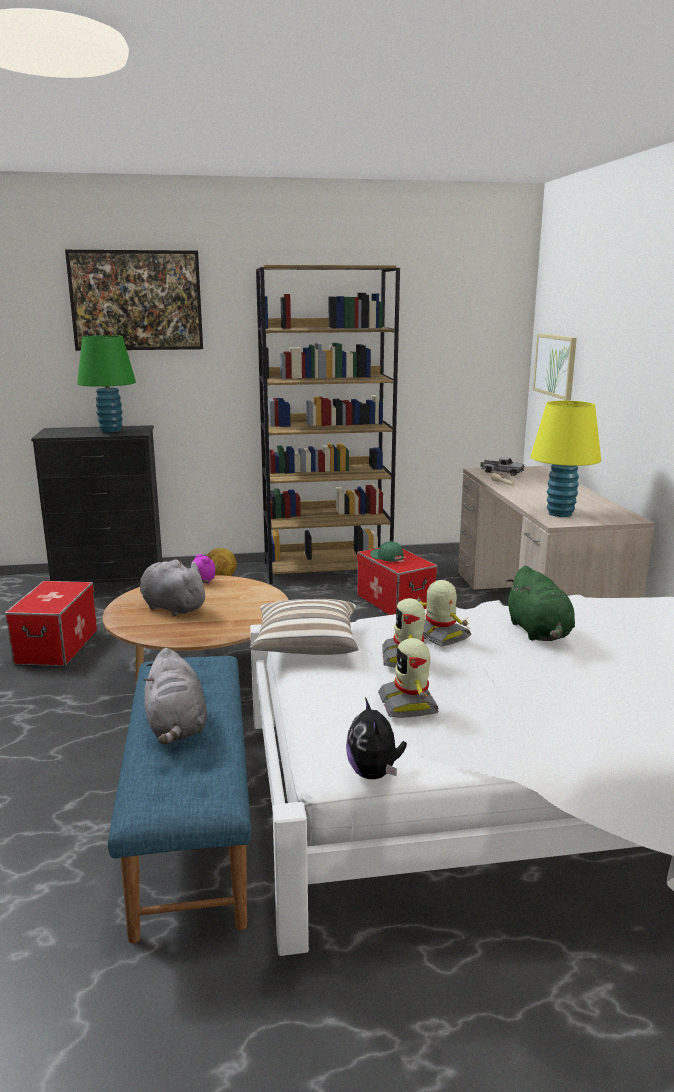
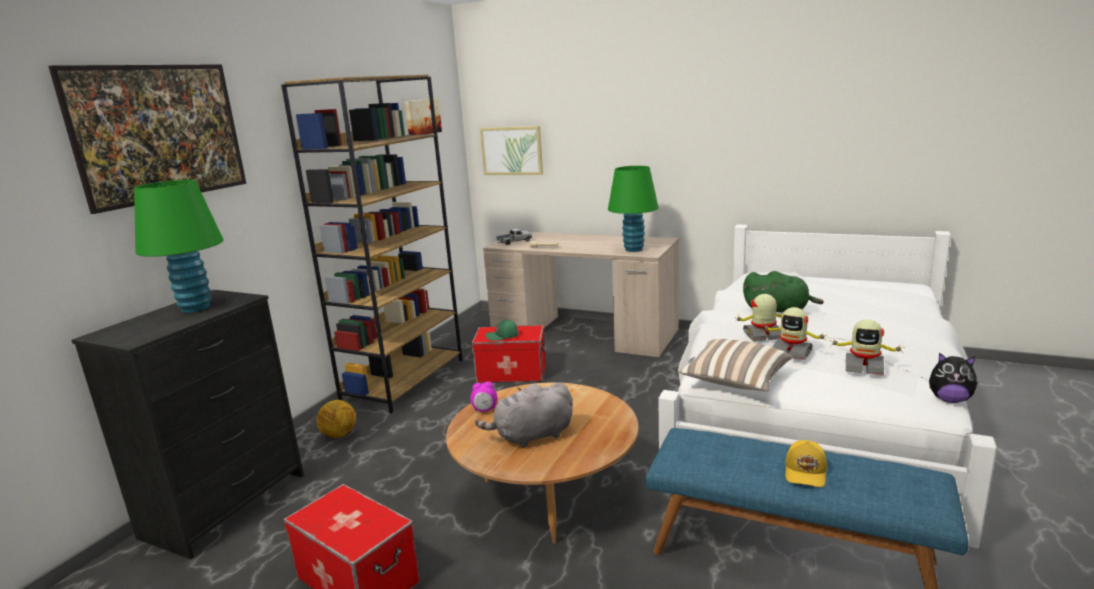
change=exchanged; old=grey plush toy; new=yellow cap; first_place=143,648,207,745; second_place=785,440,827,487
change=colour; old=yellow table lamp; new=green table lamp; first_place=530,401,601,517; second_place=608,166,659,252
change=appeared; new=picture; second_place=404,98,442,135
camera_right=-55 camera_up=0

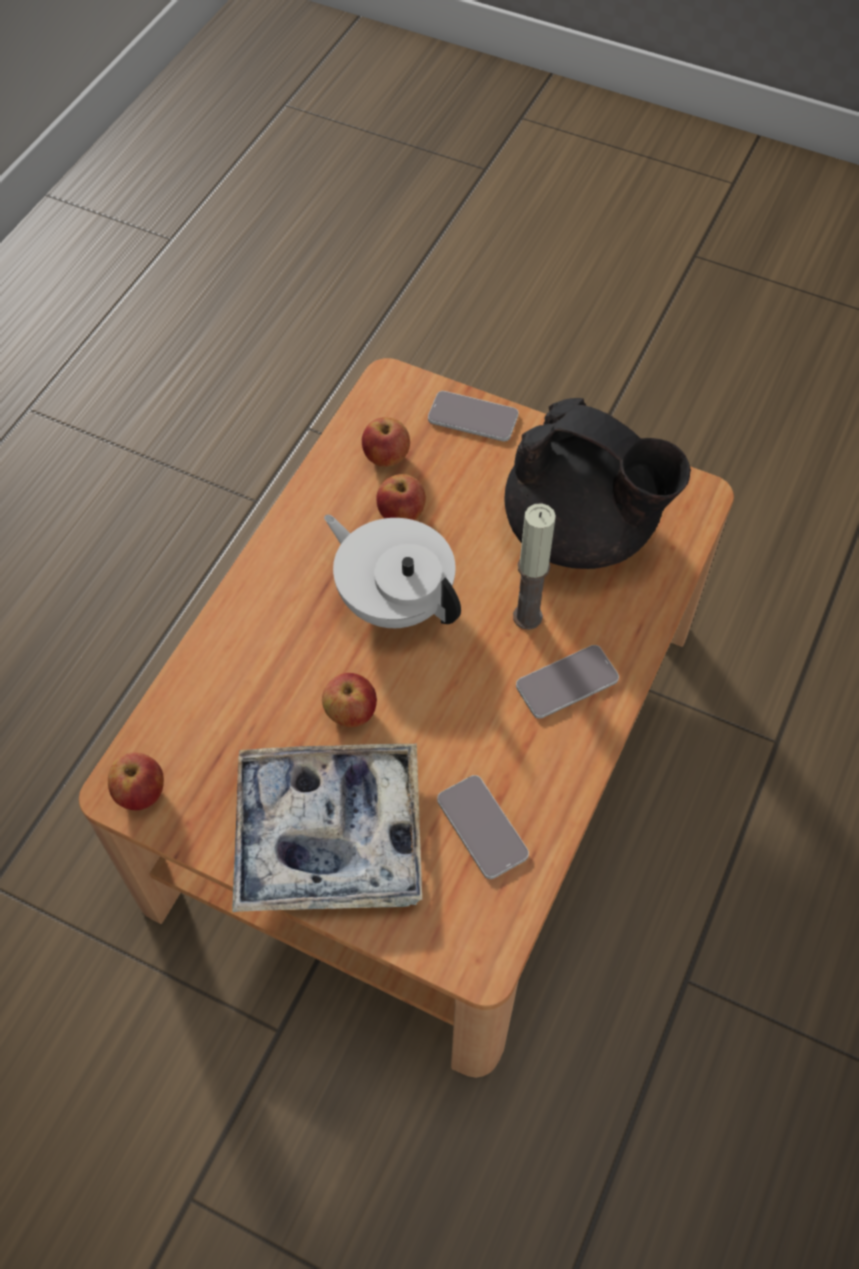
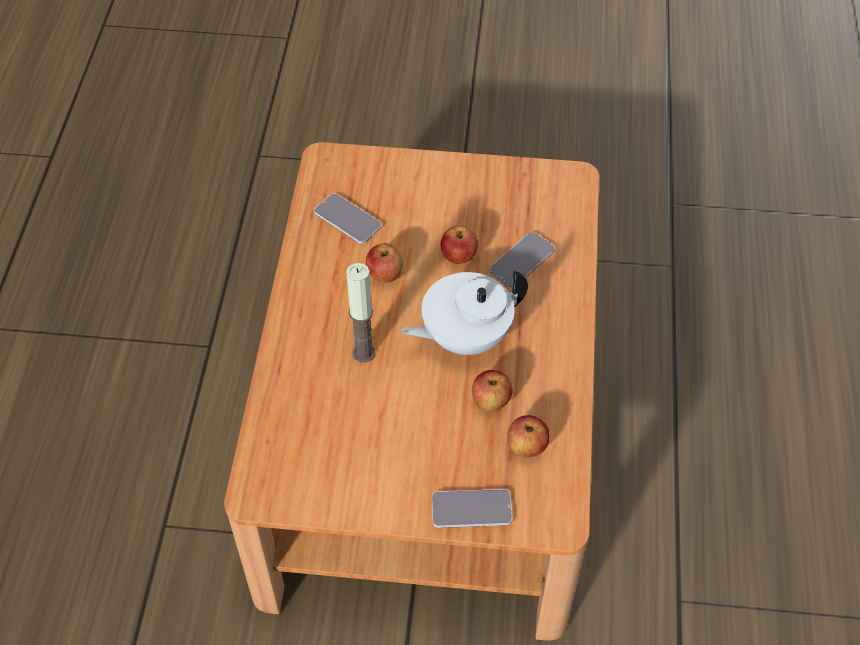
change=relocated; old=apple; first_place=108,753,164,810; second_place=366,243,403,283
change=missing; old=tray; first_place=232,744,422,912
change=spun; old=white teapot; first_place=324,515,461,628; second_place=400,271,528,355; degrees=135
change=missing; old=black teapot; first_place=505,398,691,569
change=relocated; old=phone; first_place=516,645,619,719; second_place=489,232,555,287
camera_right=160 camera_up=-5

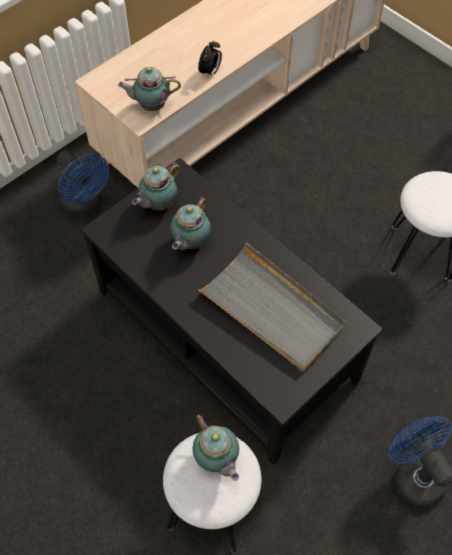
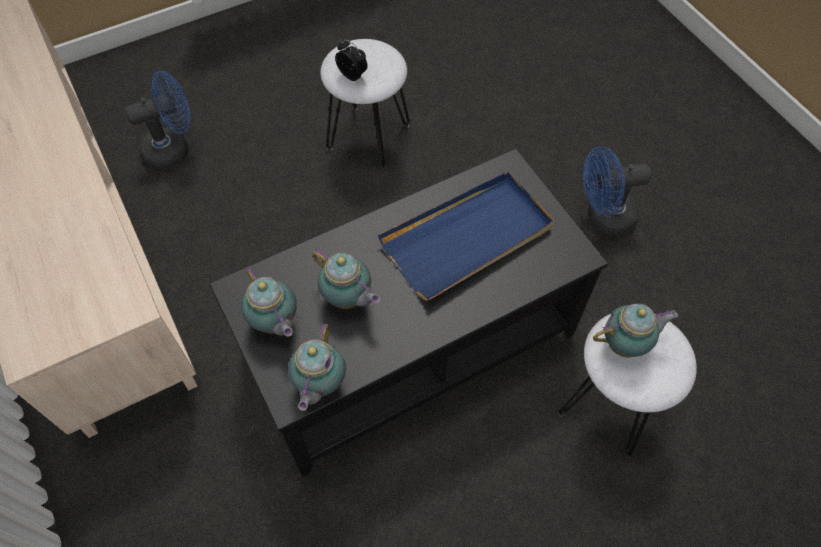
change=relocated; old=blue fan; first_place=57,150,109,215; second_place=124,71,191,169
change=relocated; old=teapot; first_place=118,67,181,111; second_place=288,324,346,411
change=colour; old=grey tray; new=blue tray; first_place=197,242,346,371; second_place=378,171,554,301
change=relocated; old=alarm clock; first_place=198,40,222,79; second_place=335,39,368,81
camera_right=-75 camera_up=0

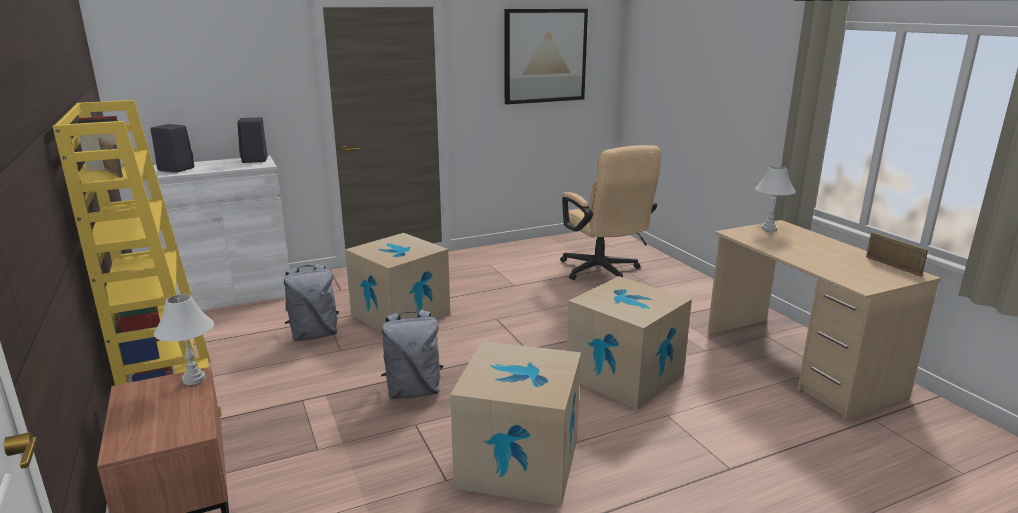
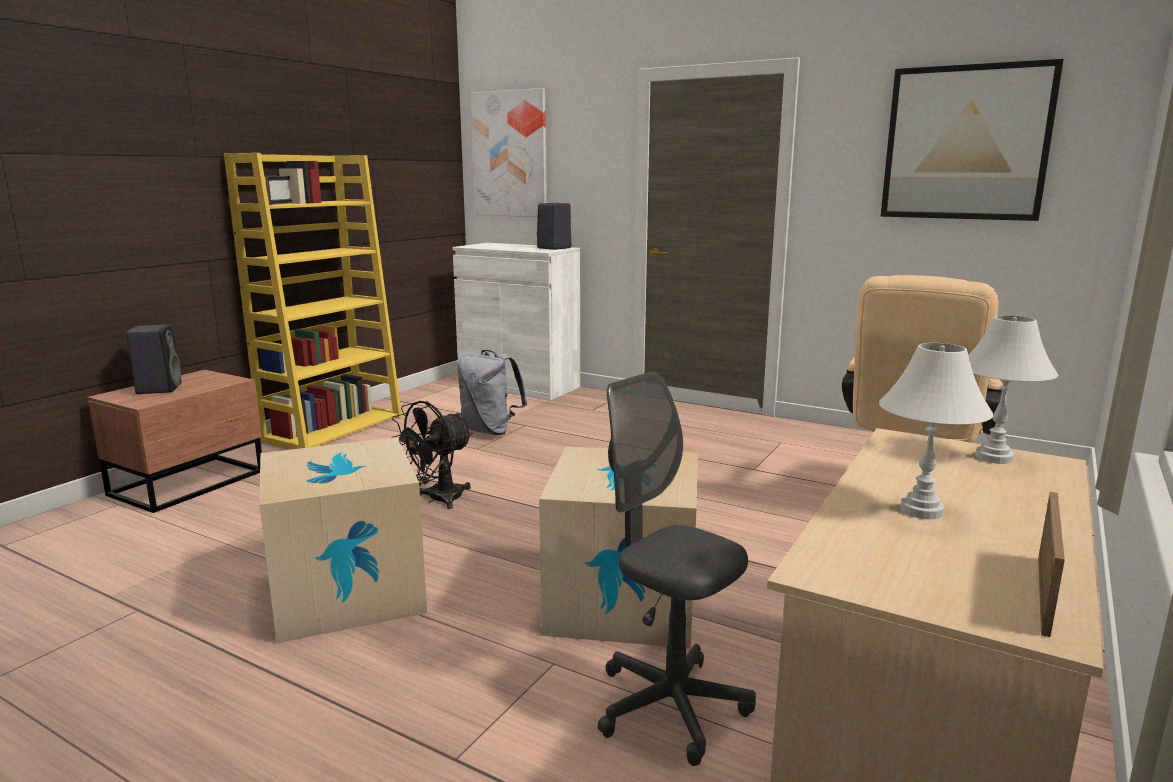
change=relocated; old=black speaker; first_place=150,124,194,173; second_place=126,325,181,394
change=relocated; old=white table lamp; first_place=154,294,214,385; second_place=879,343,993,519
change=missing; old=cardboard box; first_place=345,233,450,332
change=exchanged; old=grey backpack; new=black fan; first_place=381,310,444,399; second_place=391,401,473,509
change=appeared; new=picture; second_place=471,88,547,217
change=appeared; new=grey office chair; second_place=598,371,756,766
camera_right=55 camera_up=-5

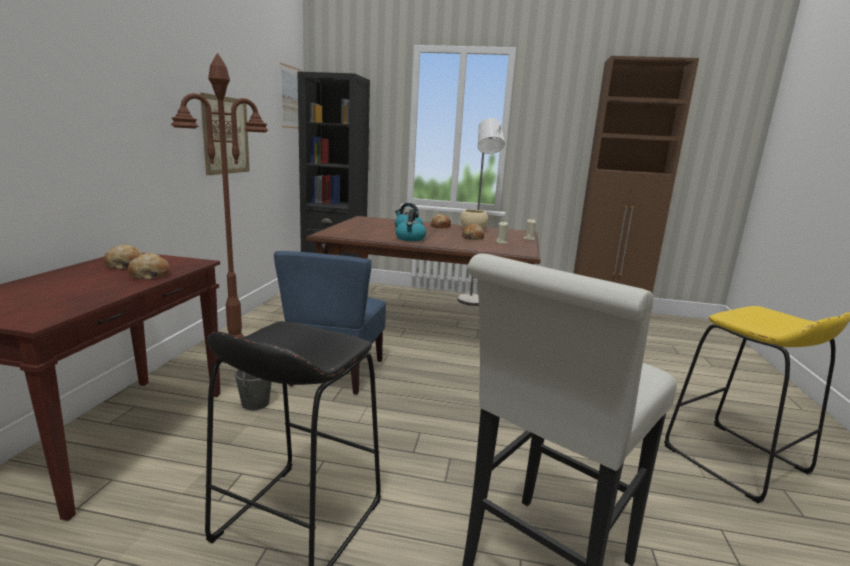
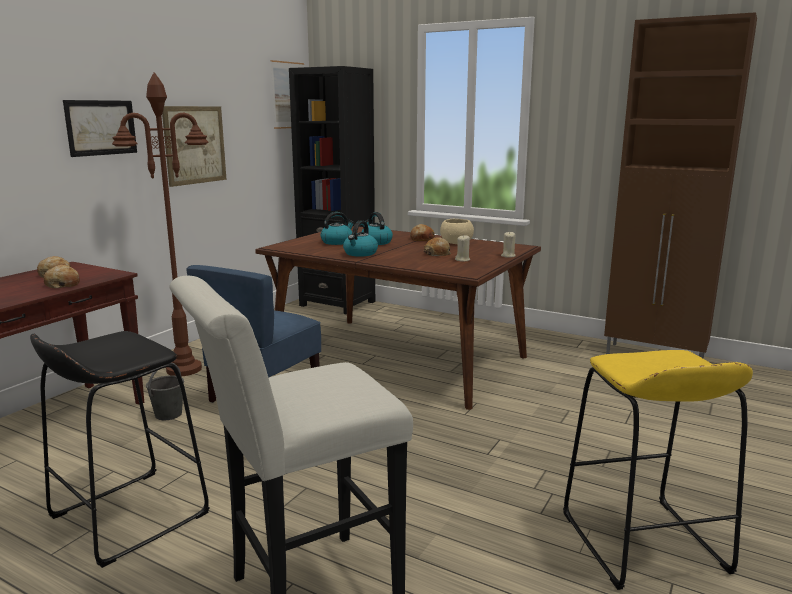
change=missing; old=grey floor lamp; first_place=458,118,505,306
change=appeared; new=picture; second_place=63,100,137,157
change=appeared; new=kettle; second_place=321,212,355,245
camera_right=20 camera_up=0

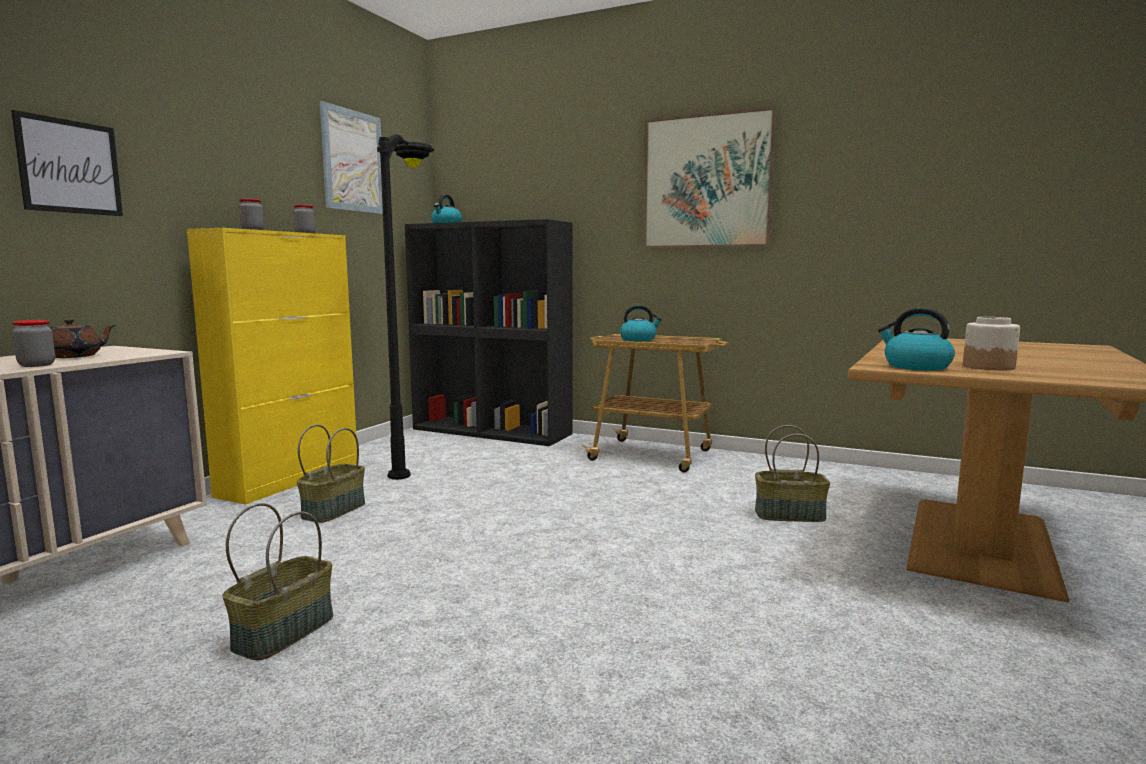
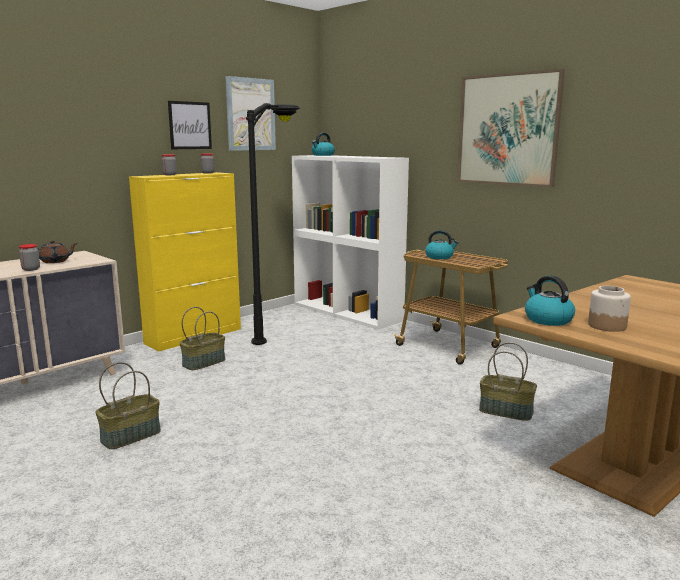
change=relocated; old=picture; first_place=11,110,123,216; second_place=168,101,212,149
change=colour; old=black bookcase; new=white bookcase; first_place=405,219,572,446; second_place=292,155,409,330
camera_right=20 camera_up=5

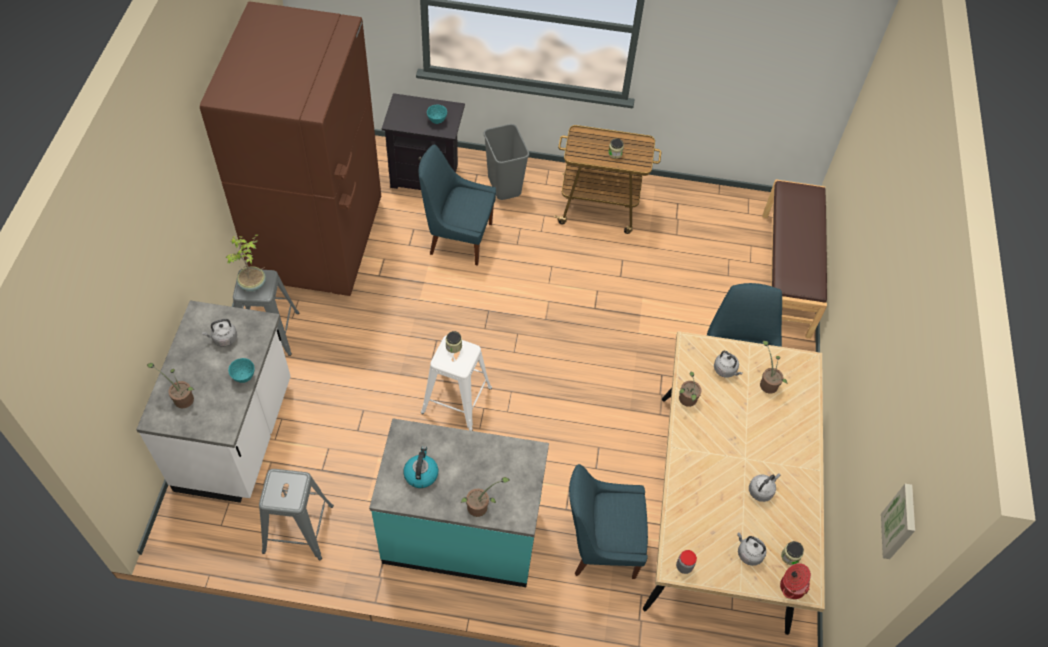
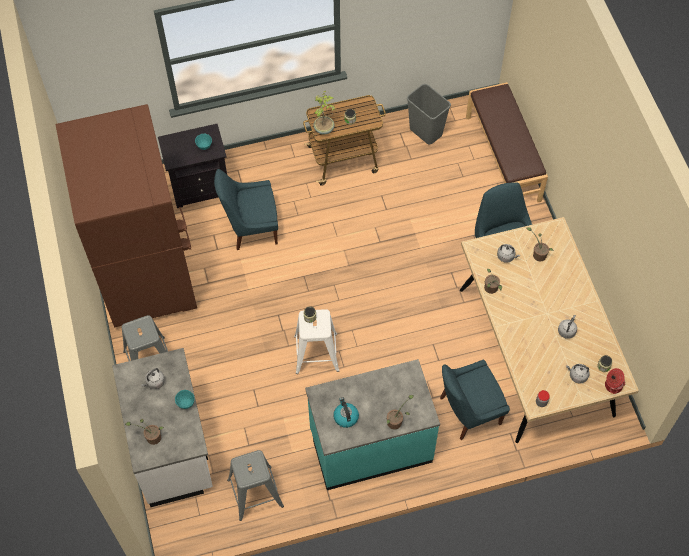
change=relocated; old=potted plant; first_place=226,235,266,292; second_place=314,91,335,134
change=relocated; old=grey trash can; first_place=484,124,529,200; second_place=407,84,451,144
change=missing; old=picture; first_place=881,484,915,559
camera_right=-20 camera_up=5

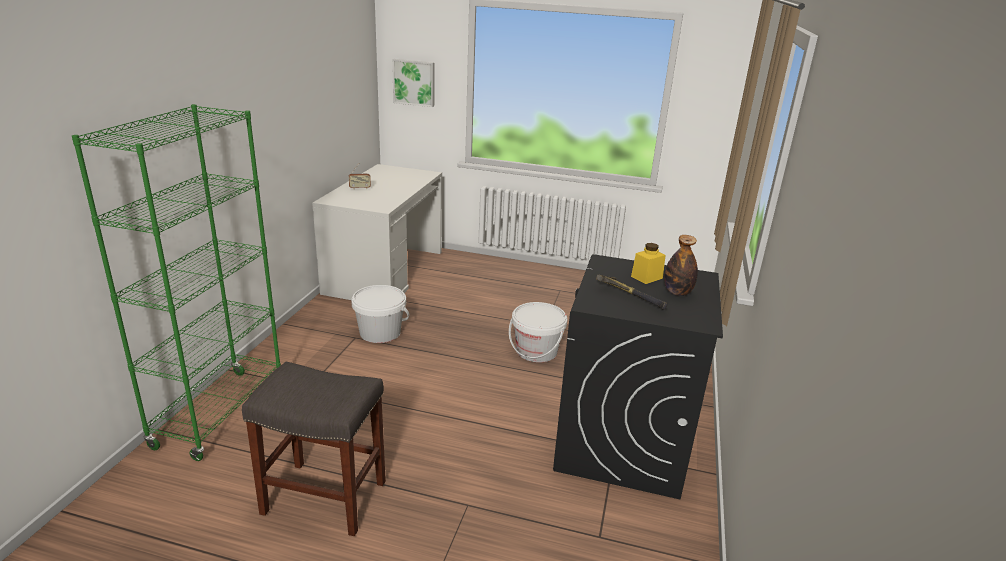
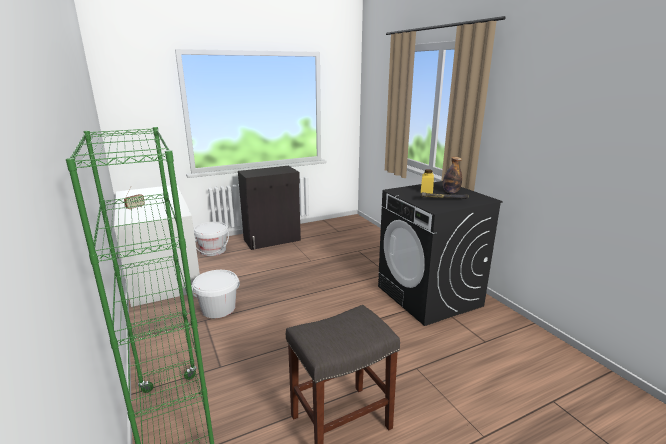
change=missing; old=picture; first_place=392,59,435,107
change=relocated; old=white bucket; first_place=509,302,567,362; second_place=194,222,229,256
change=appeared; new=black cabinet; second_place=238,166,301,250
camera_right=-40 camera_up=-5

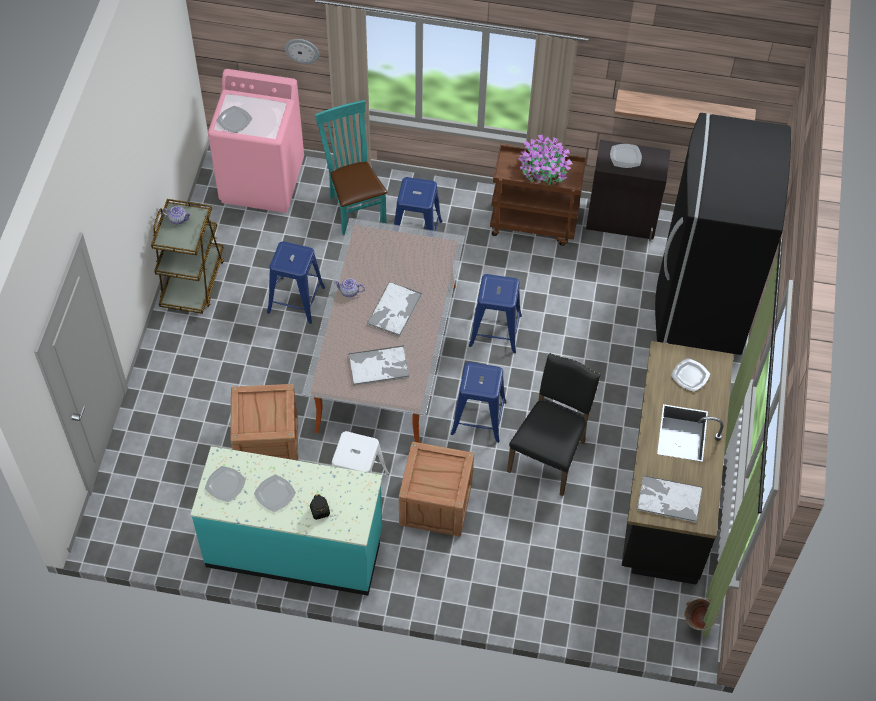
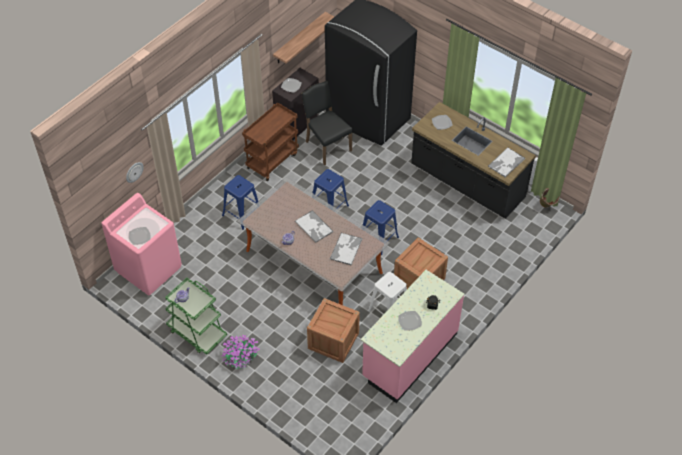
change=colour; old=brown cart; new=green cart; first_place=151,199,224,314; second_place=165,278,227,355
change=colour; old=turquoise counter; new=pink counter; first_place=190,446,383,595; second_place=360,270,464,403
change=missing; old=plate; first_place=205,466,246,502
change=missing; old=blue stool; first_place=267,241,325,324
change=missing; old=turquoise chair; first_place=315,100,387,236
change=relocated; old=black chair; first_place=507,353,601,496; second_place=301,81,353,166
change=relocated; old=potted plant; first_place=518,135,573,185; second_place=221,335,260,369
camera_right=-60 camera_up=-5

